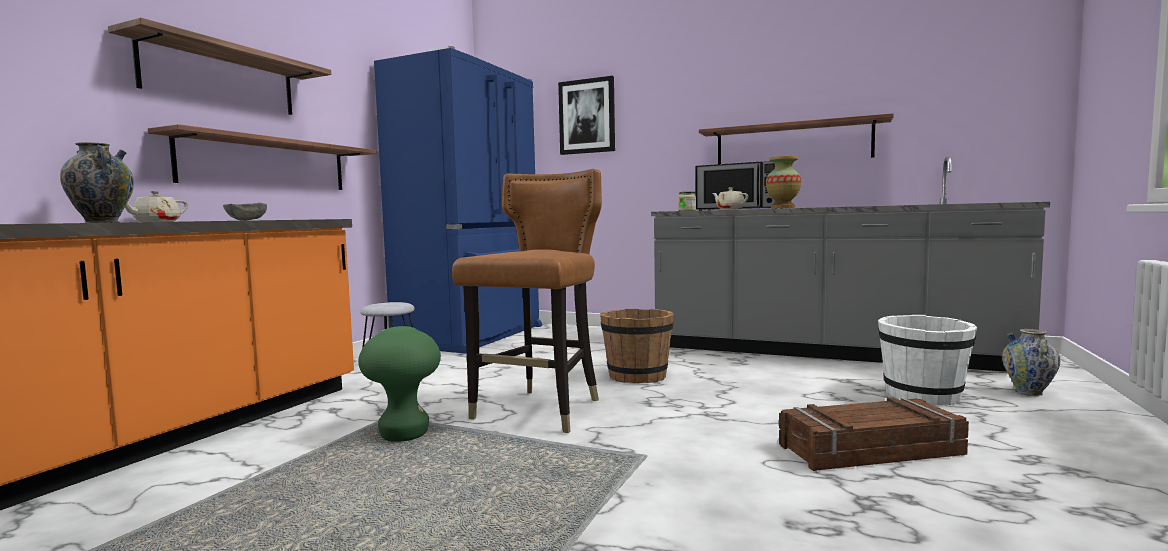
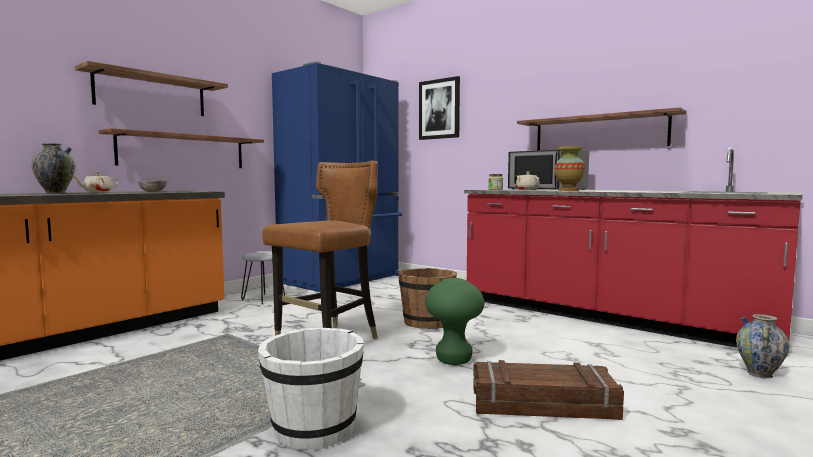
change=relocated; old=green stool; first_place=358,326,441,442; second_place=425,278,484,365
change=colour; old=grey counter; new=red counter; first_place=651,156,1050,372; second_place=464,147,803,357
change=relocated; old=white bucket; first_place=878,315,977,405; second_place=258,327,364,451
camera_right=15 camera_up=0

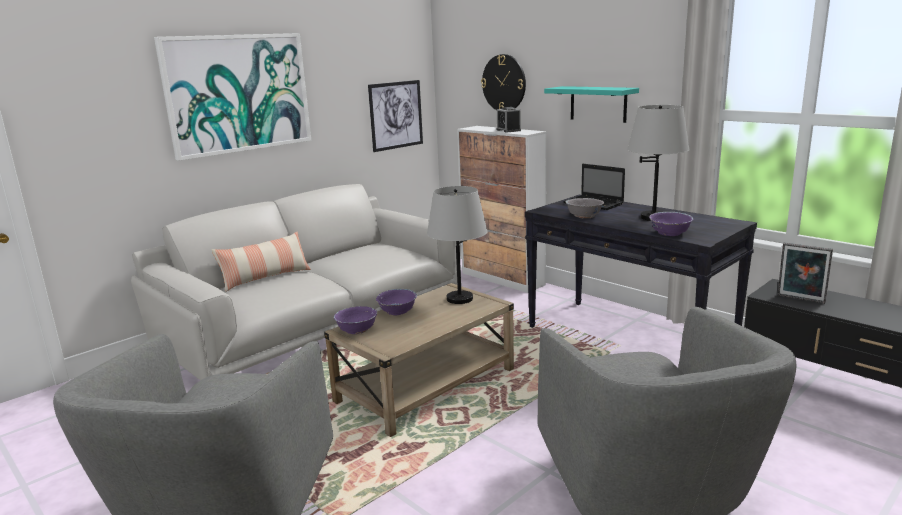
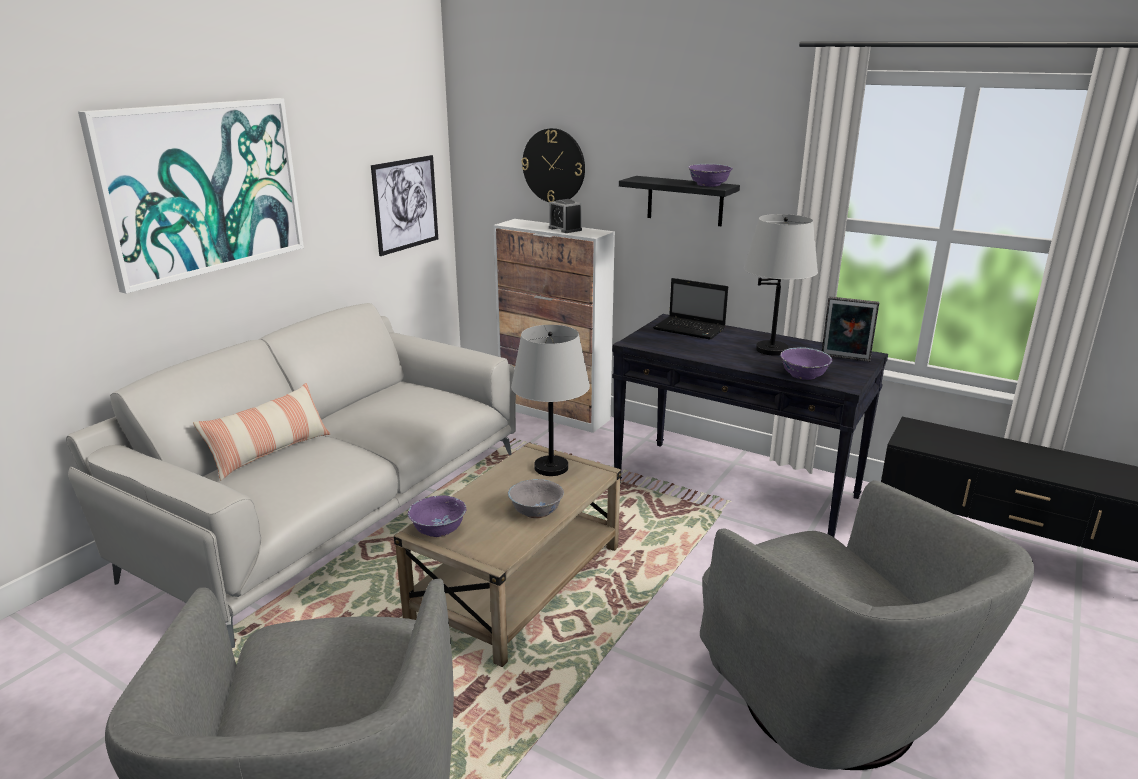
change=relocated; old=purple bowl; first_place=376,289,417,315; second_place=688,164,733,187
change=colour; old=turquoise shelf; new=black shelf; first_place=544,86,639,123; second_place=619,176,740,226
change=relocated; old=grey bowl; first_place=565,198,604,218; second_place=508,479,564,518
change=relocated; old=picture frame; first_place=778,243,833,304; second_place=822,296,880,362
camera_right=-15 camera_up=5

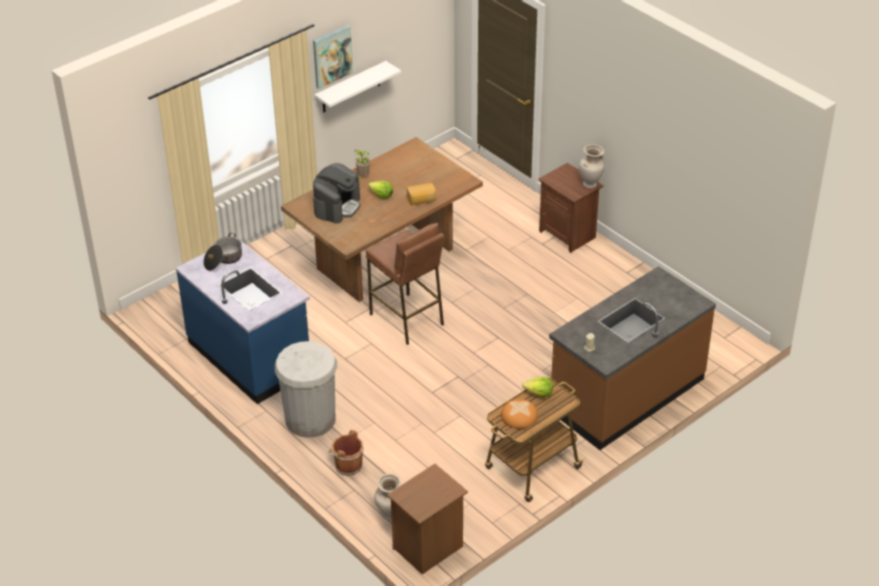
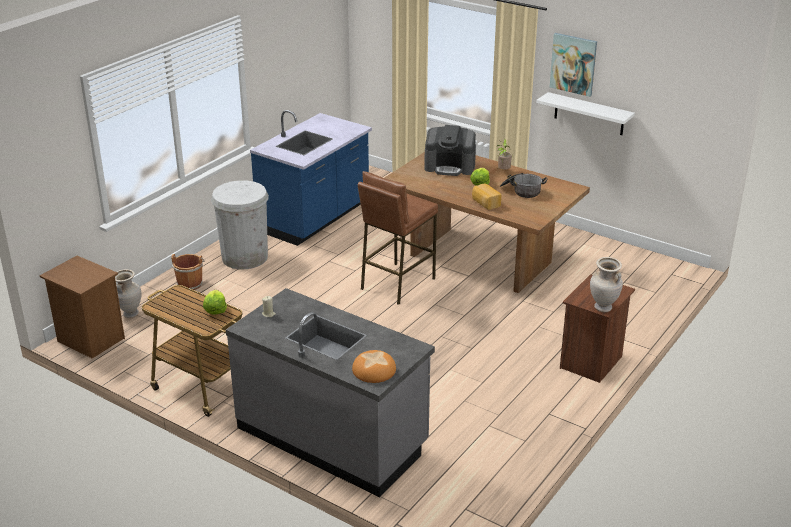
change=relocated; old=cooking pot; first_place=203,233,242,271; second_place=500,173,547,198
change=relocated; old=bread; first_place=501,399,538,429; second_place=352,350,396,383
change=colour; old=brown counter; new=grey counter; first_place=549,266,716,450; second_place=226,288,435,497
camera_right=75 camera_up=-10

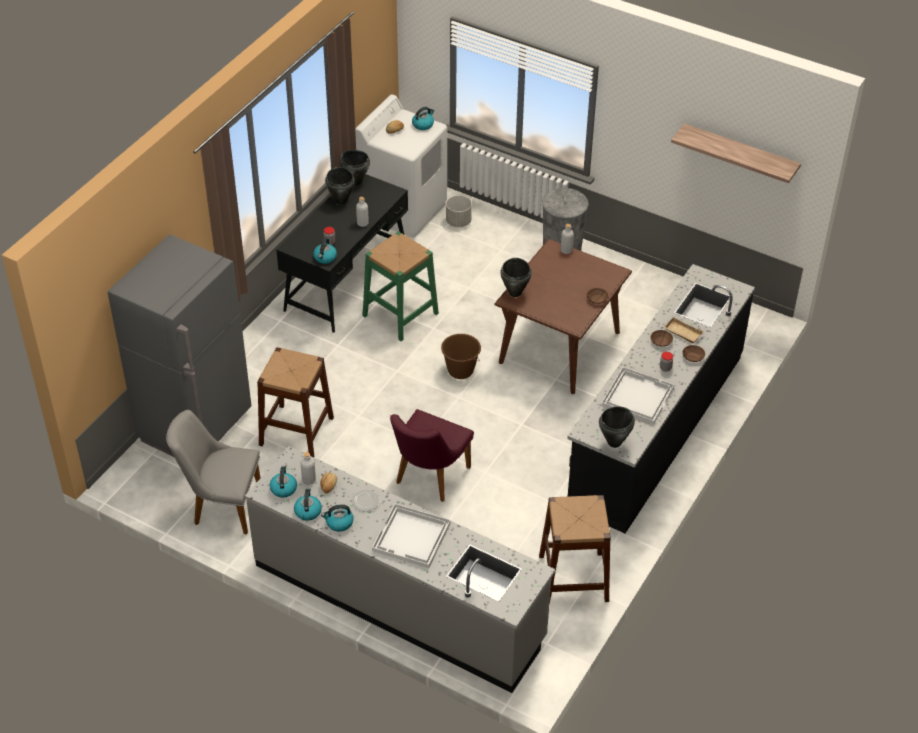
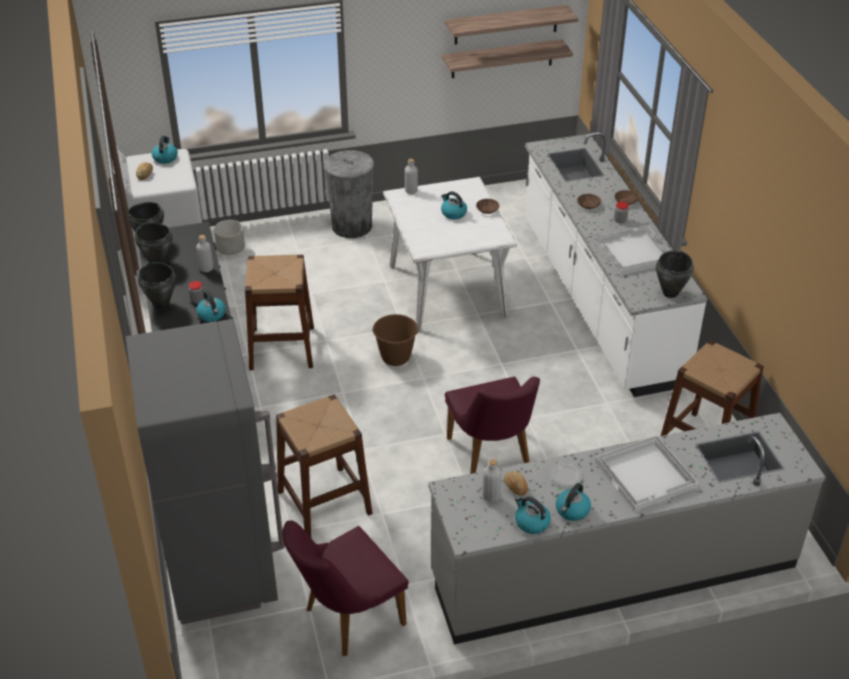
change=colour; old=grey chair; new=purple chair; first_place=166,410,261,534; second_place=282,520,409,656
change=relocated; old=kettle; first_place=270,466,297,498; second_place=441,191,467,219
change=colour; old=green stool; new=brown stool; first_place=362,231,439,341; second_place=245,255,314,370
change=colour; old=brown dining table; new=white dining table; first_place=495,239,632,394; second_place=383,177,517,332
change=relocated; old=black cooking pot; first_place=501,258,532,297; second_place=138,262,176,309
change=colour; old=black counter; new=white counter; first_place=567,264,755,533; second_place=525,132,708,397
change=missing; old=beige tray; first_place=663,317,704,343
change=appeared; new=shelf; second_place=442,39,573,78
camera_right=-45 camera_up=-5

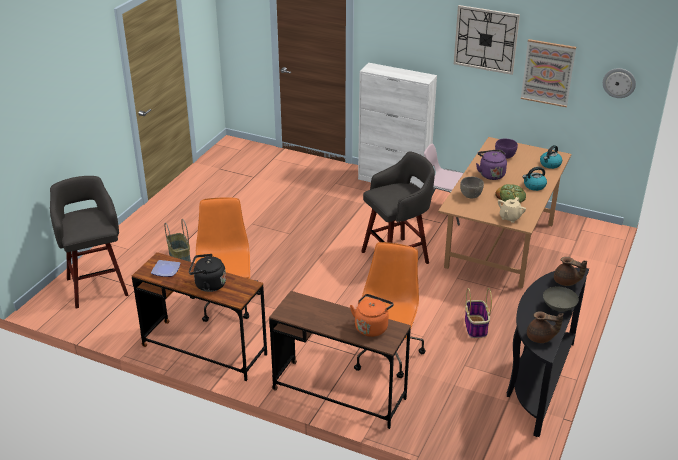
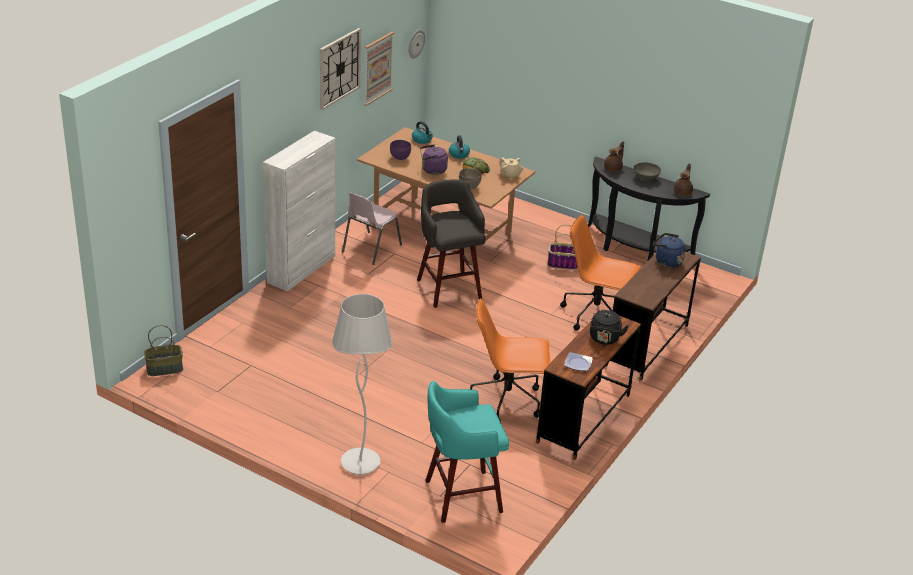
change=colour; old=grey stool; new=turquoise stool; first_place=50,176,129,309; second_place=425,381,509,523
change=relocated; old=basket; first_place=164,219,191,262; second_place=144,325,183,376
change=colour; old=orange kettle; new=blue kettle; first_place=350,294,394,337; second_place=653,233,686,268
change=appeared; new=white floor lamp; second_place=333,294,392,475
camera_right=-85 camera_up=0

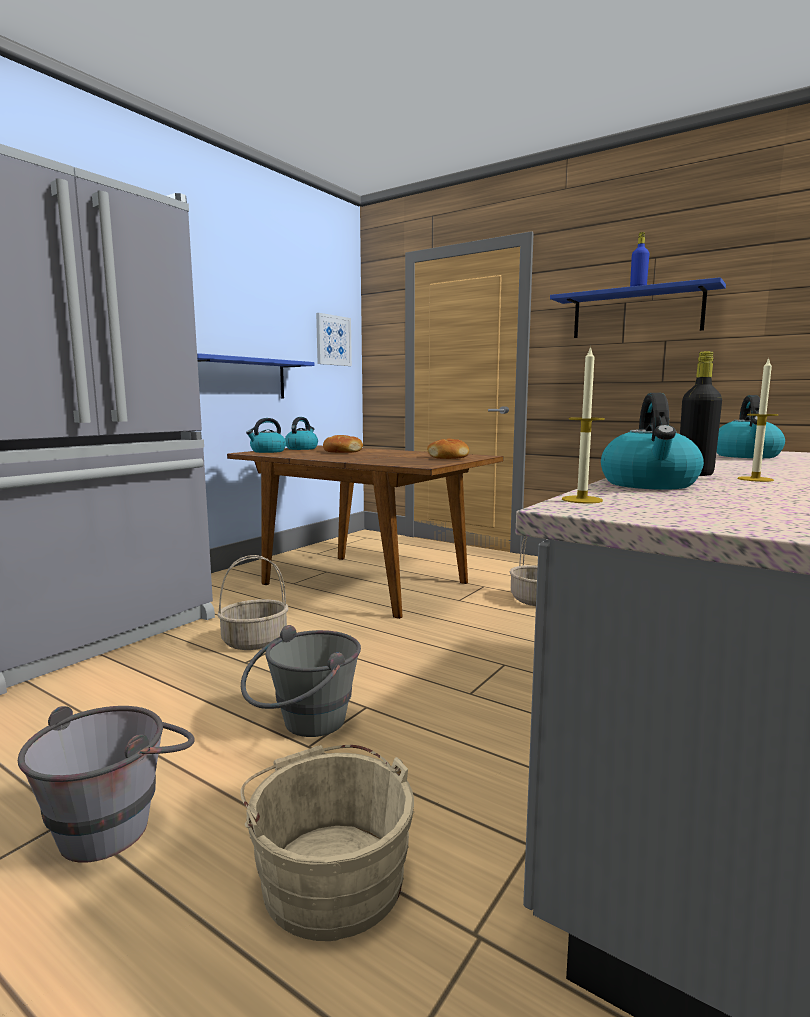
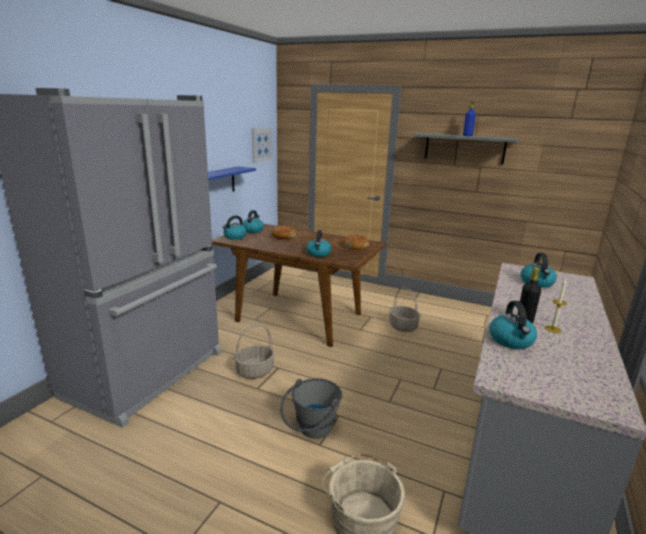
change=missing; old=grey bucket; first_place=18,706,195,863
change=colour; old=blue shelf; new=grey shelf; first_place=550,277,726,338; second_place=413,133,519,164
change=missing; old=candle; first_place=562,346,605,503
change=appeared; new=kettle; second_place=306,230,332,257
camera_right=-10 camera_up=10

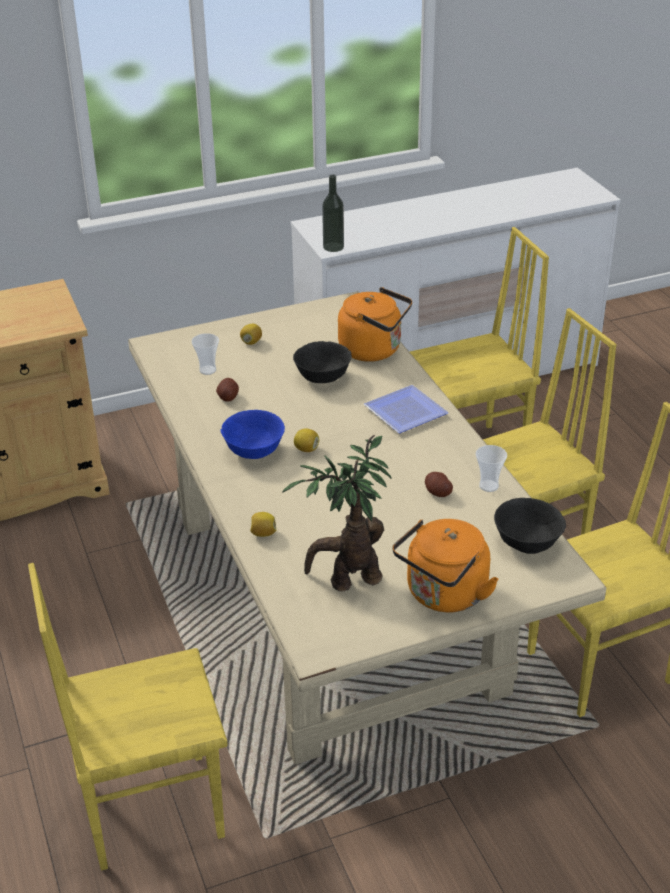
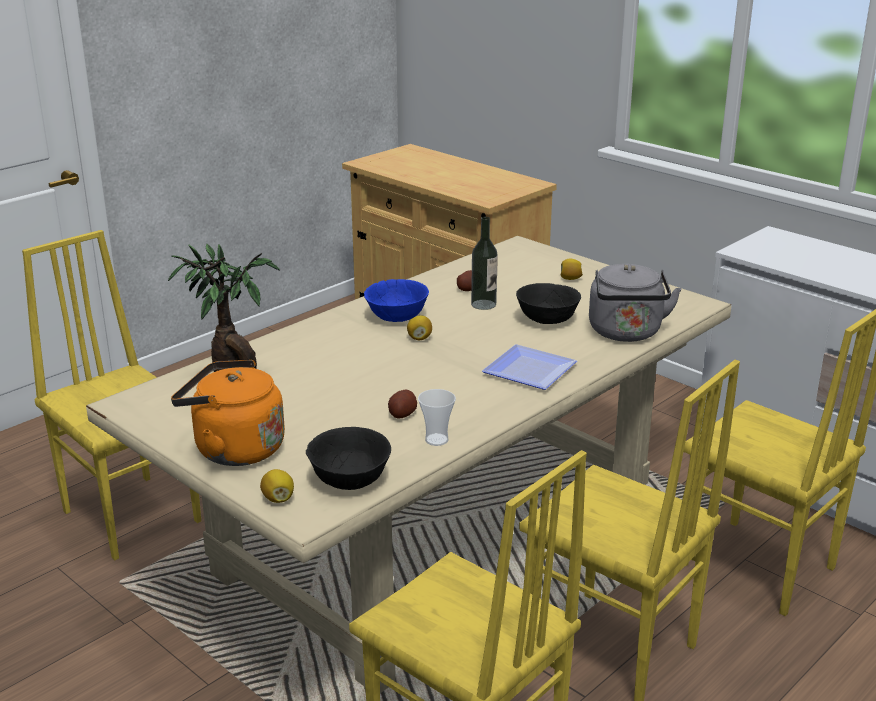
change=missing; old=cup; first_place=191,333,219,375
change=relocated; old=lemon; first_place=250,512,276,537; second_place=260,469,294,503
change=relocated; old=bottle; first_place=322,175,344,252; second_place=471,217,498,310
change=colour; old=orange kettle; new=grey kettle; first_place=338,287,412,362; second_place=589,264,681,342
camera_right=65 camera_up=-10

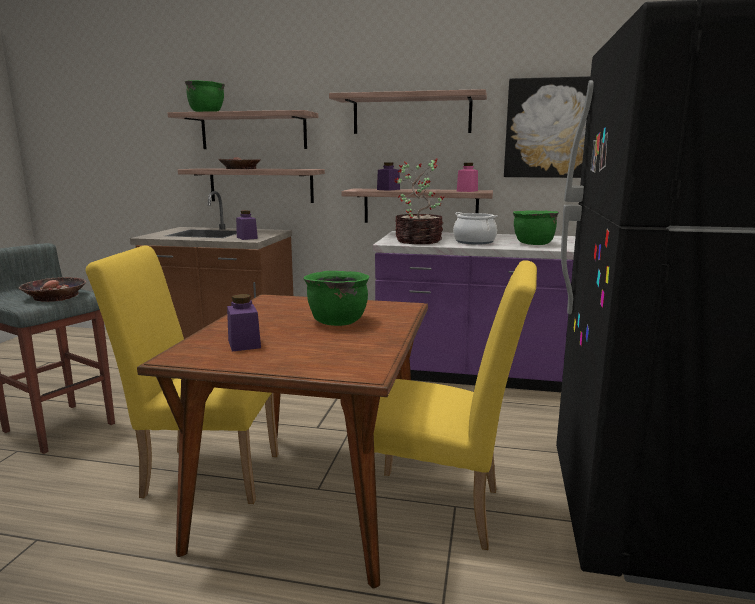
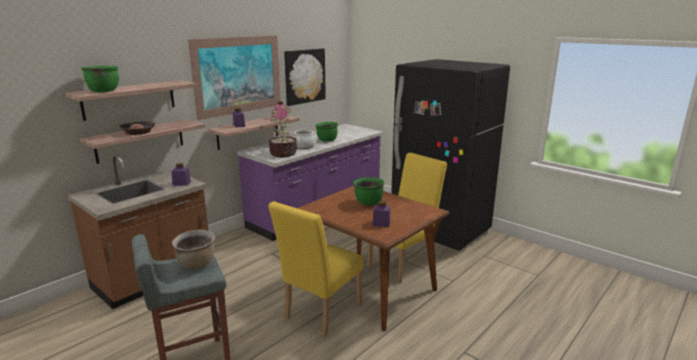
change=exchanged; old=bowl; new=brown cooking pot; first_place=19,277,86,302; second_place=172,230,215,270
change=exchanged; old=shelf; new=picture; first_place=329,89,487,134; second_place=188,35,281,120
camera_right=-60 camera_up=5

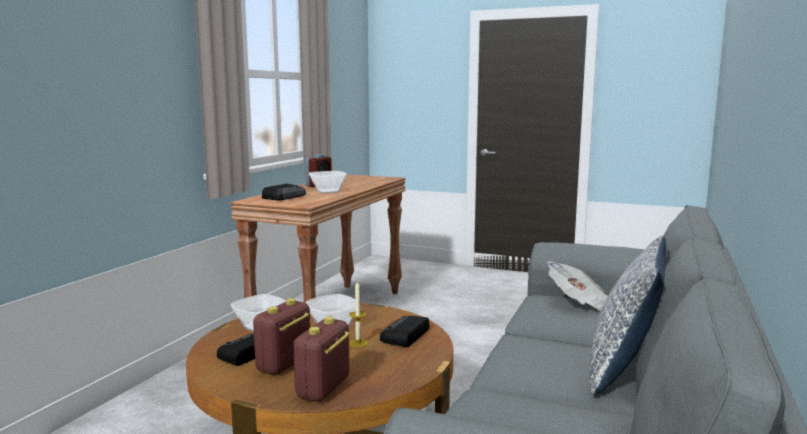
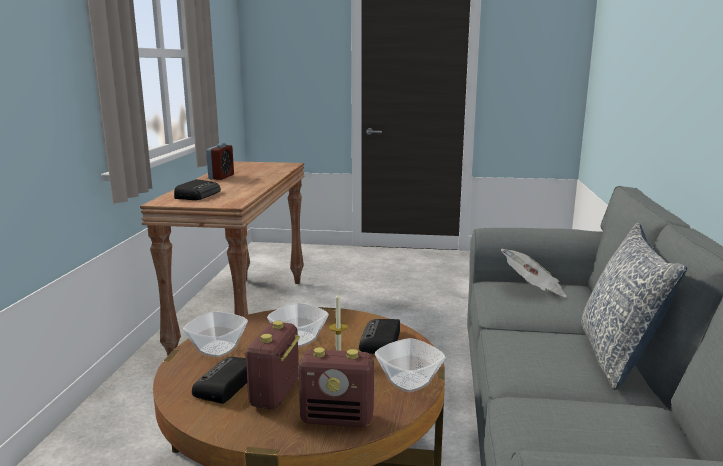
change=spun; old=radio; first_place=293,317,350,402; second_place=298,347,374,427; degrees=-90
change=relocated; old=bowl; first_place=309,171,347,193; second_place=375,338,446,392
camera_right=-15 camera_up=5

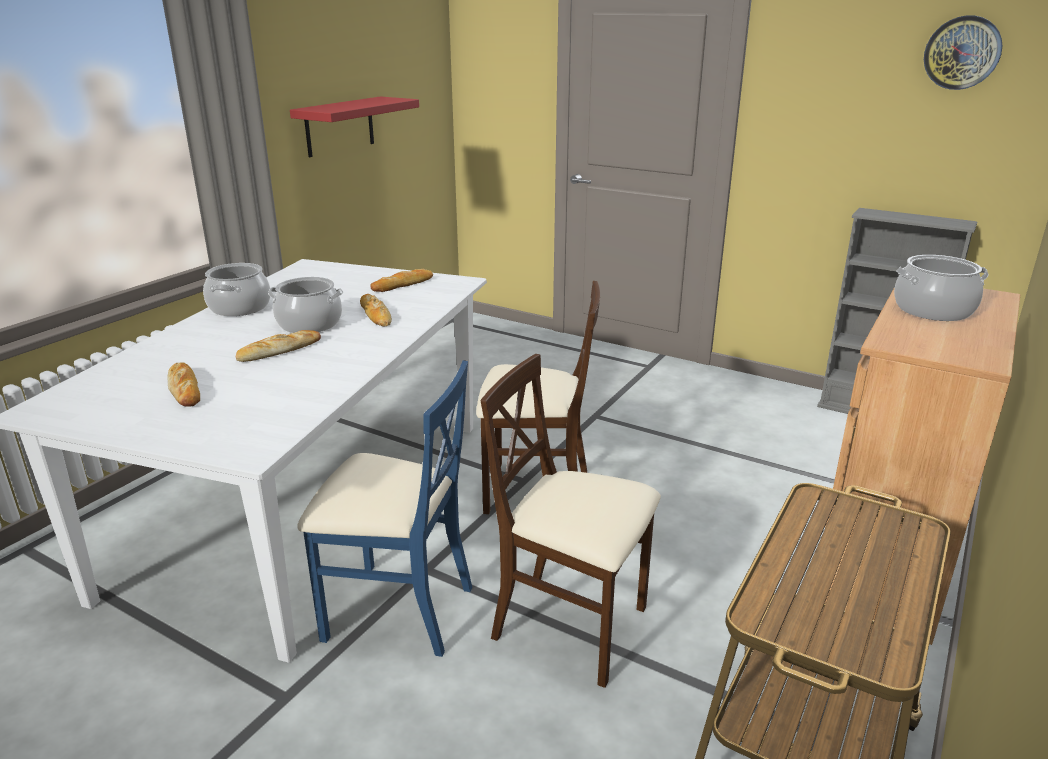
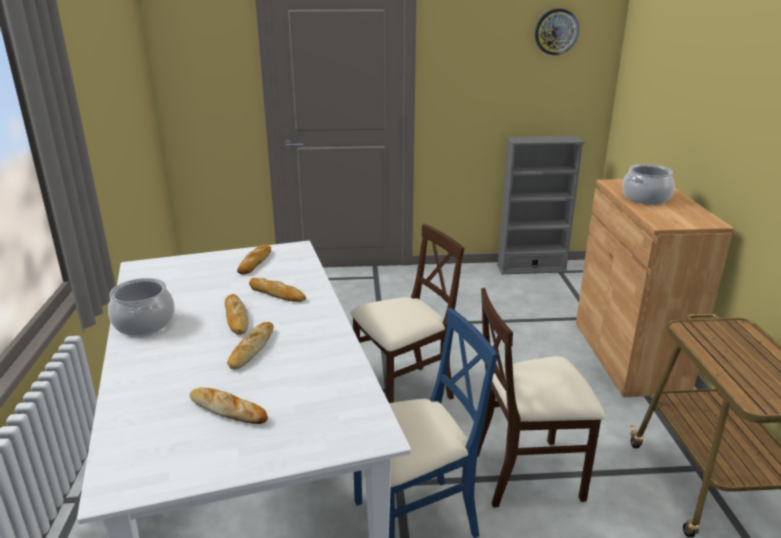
change=exchanged; old=cooking pot; new=bread; first_place=268,277,343,333; second_place=225,294,248,335
change=missing; old=red shelf; first_place=290,96,419,157
camera_right=-35 camera_up=0

